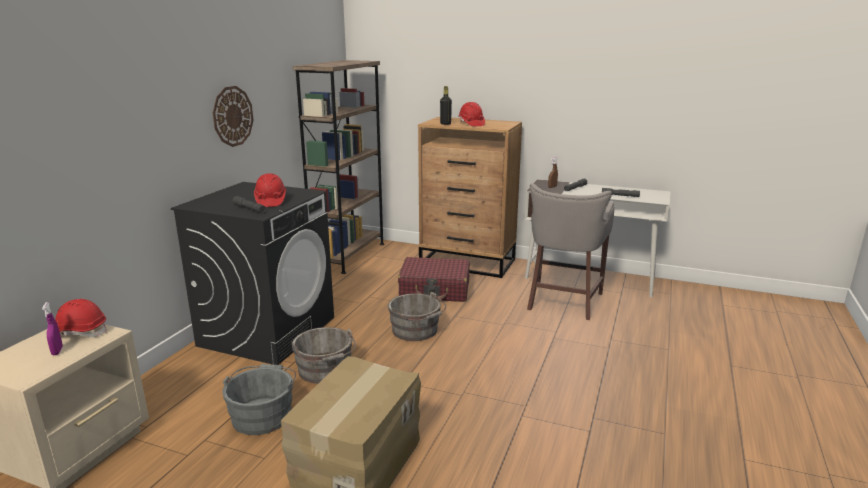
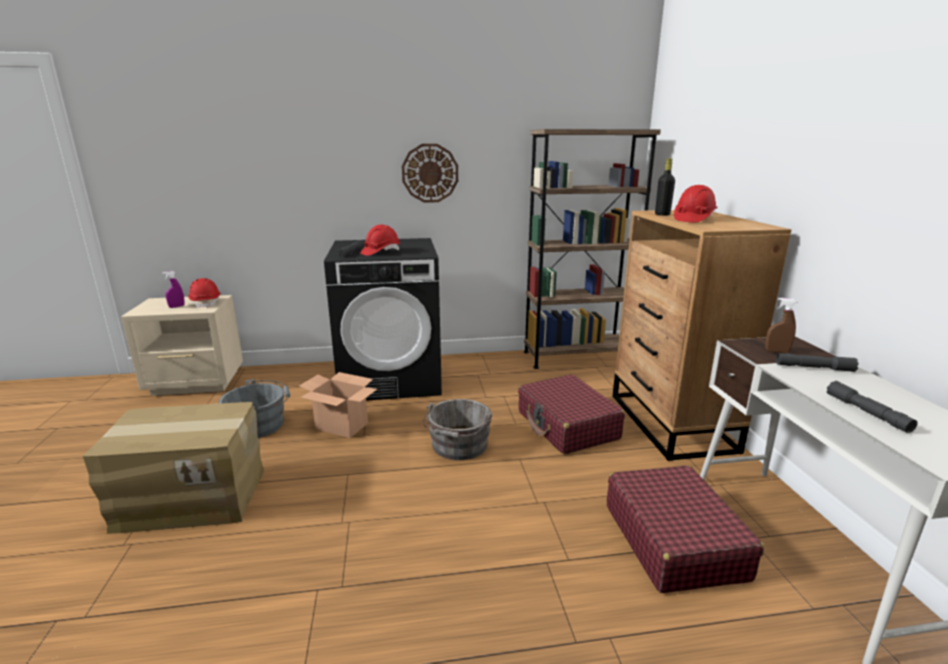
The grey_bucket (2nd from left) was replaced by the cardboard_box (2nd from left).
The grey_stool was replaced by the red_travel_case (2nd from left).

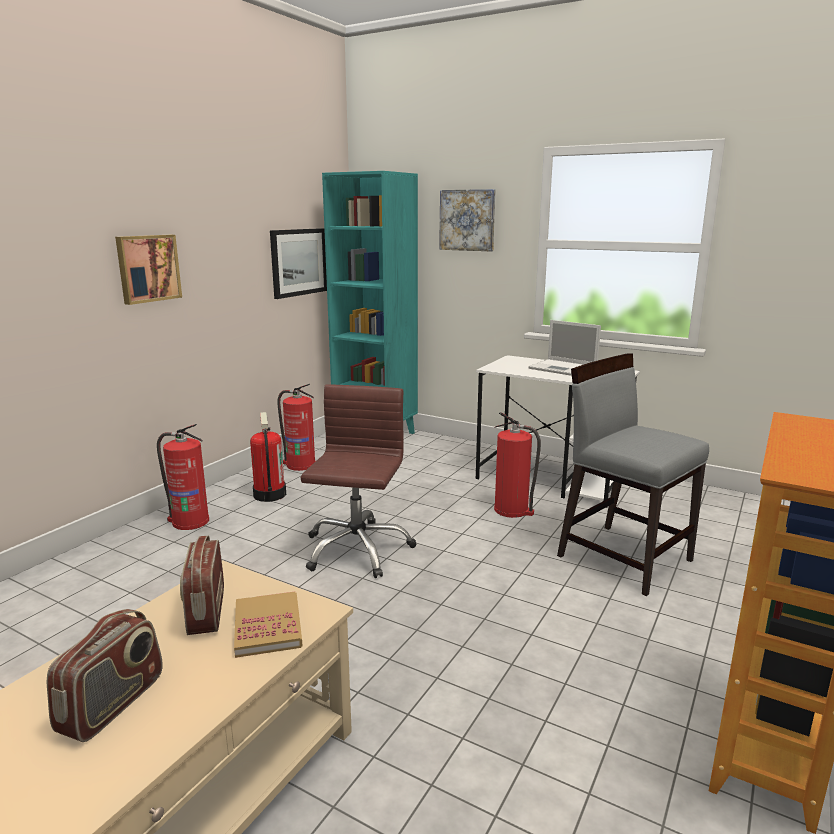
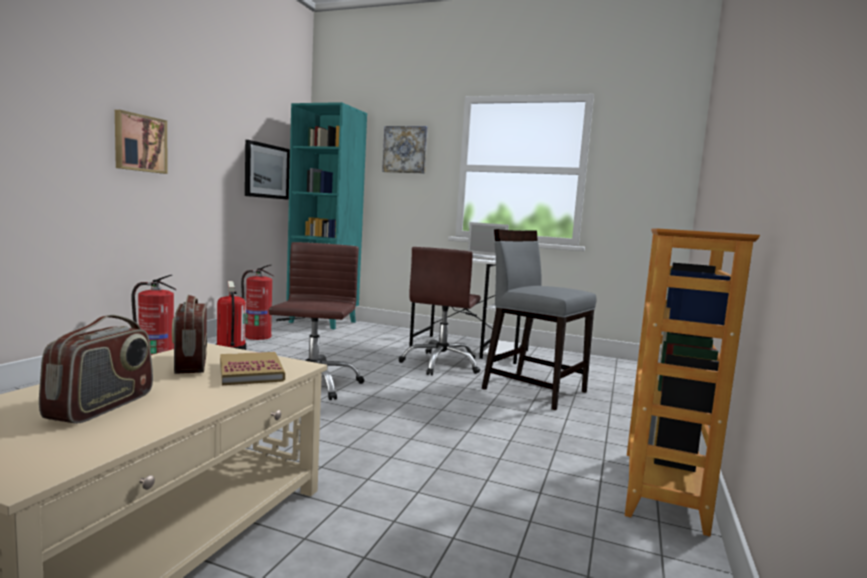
The fire-fighting_cylinder (4th from left) was replaced by the brownish_computer_chair (2nd from left).

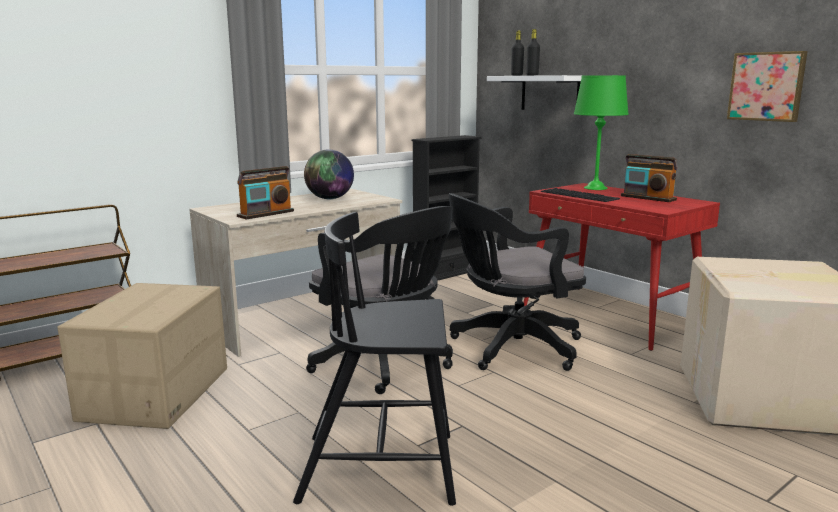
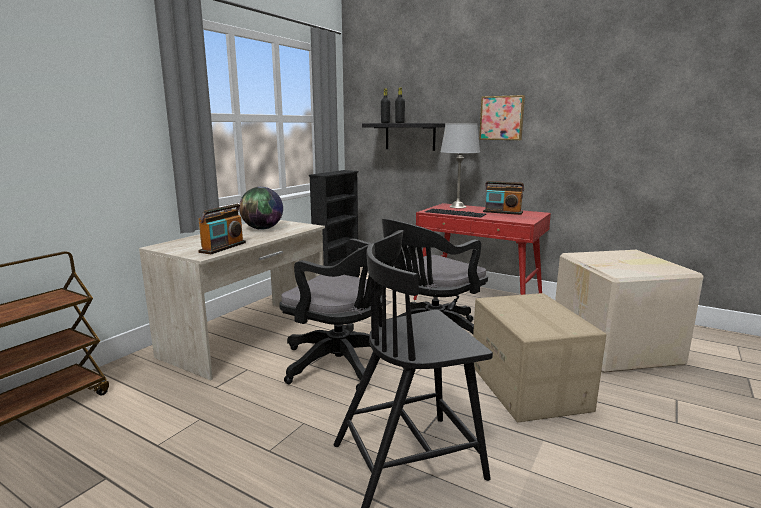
The cardboard_box (1st from left) moved.
The whitish_wall_shelf became the black-coloured_wall_shelf.
The green_tabletop_lamp became the grey_tabletop_lamp.
The wall_art moved.

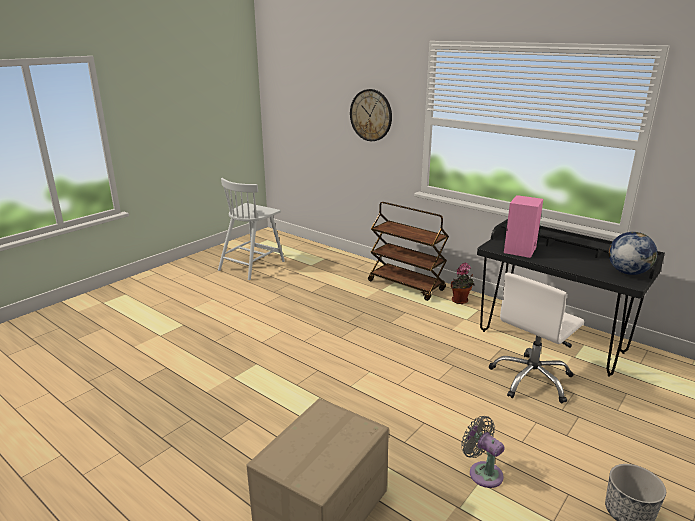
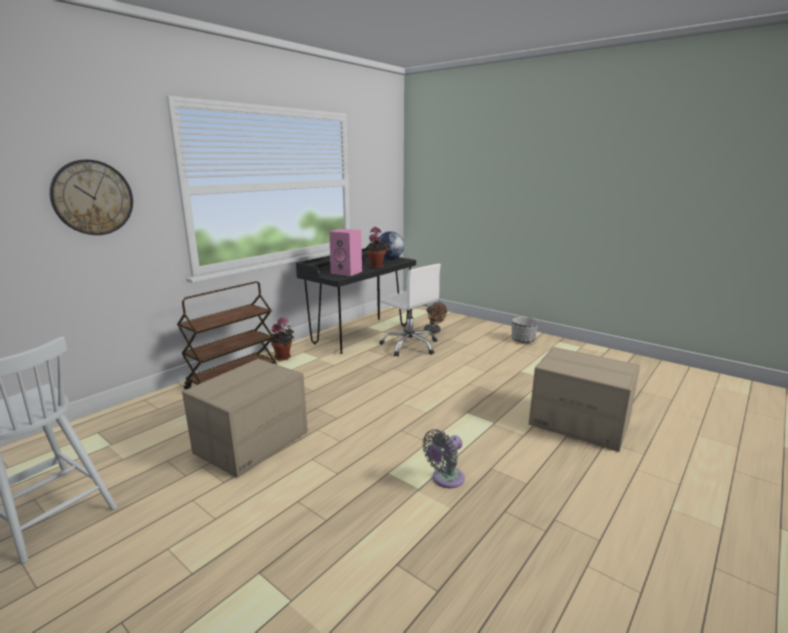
The grey_fan moved.
The cardboard_box (1st from left) appeared.
The houseplant (2nd from left) appeared.
The brownish_fan appeared.

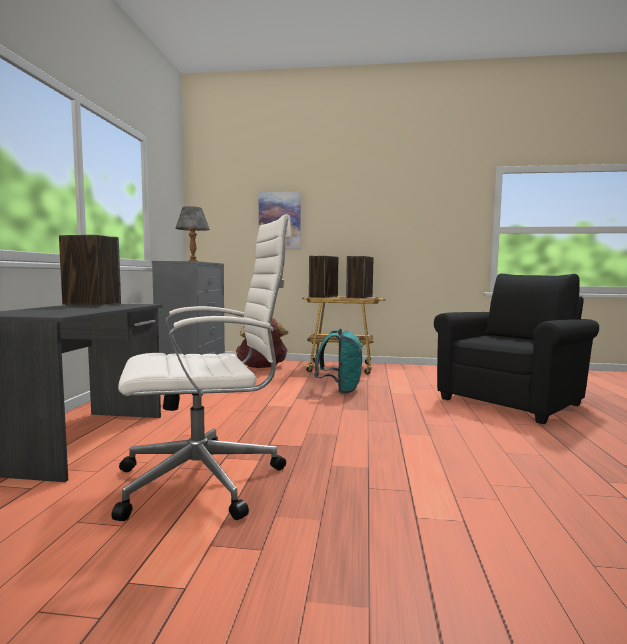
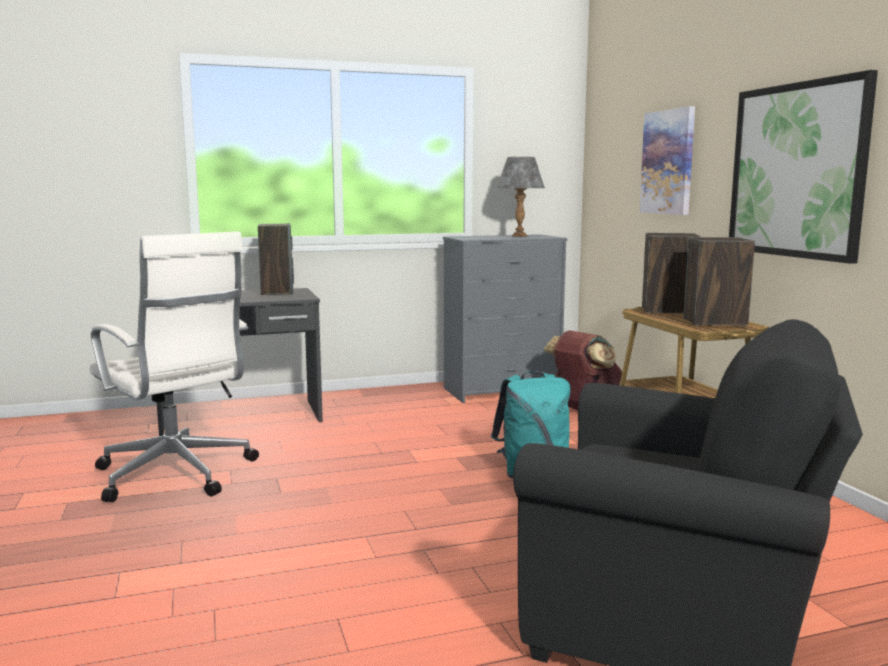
The wall_art (2nd from left) appeared.

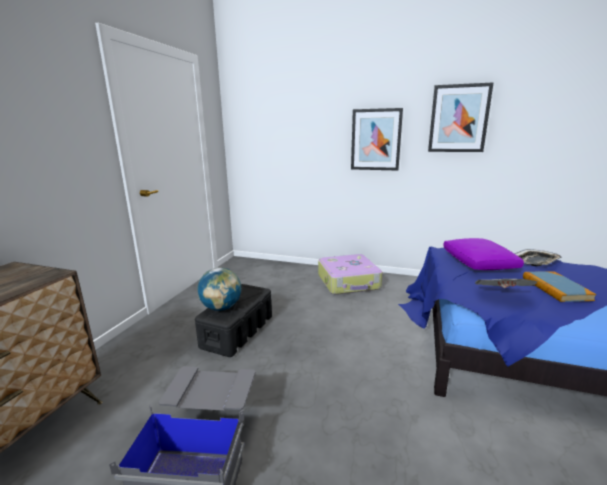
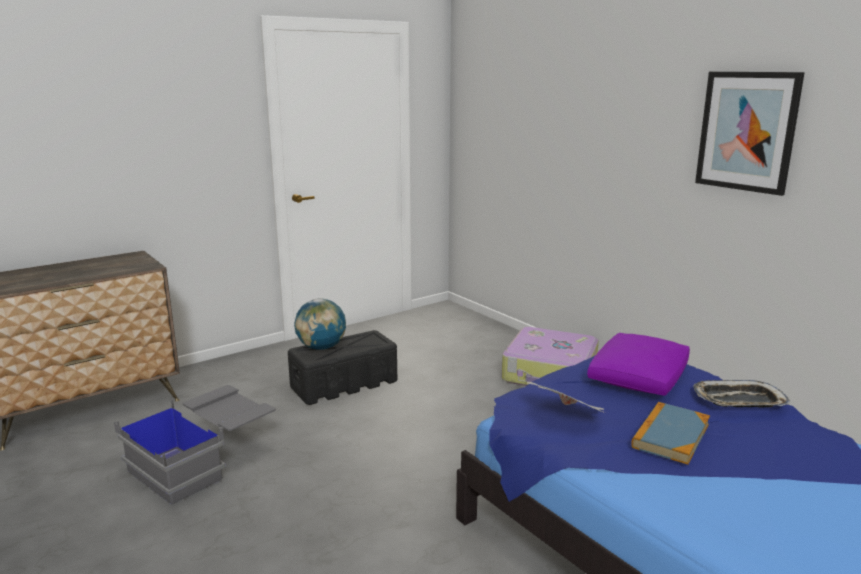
The wall_art (1st from left) disappeared.

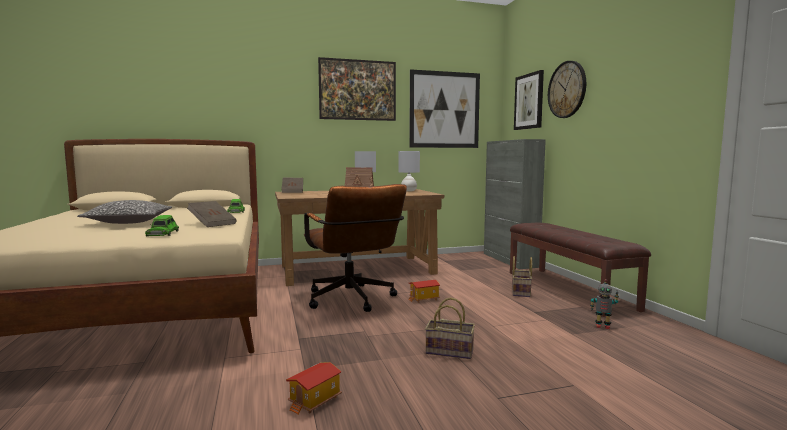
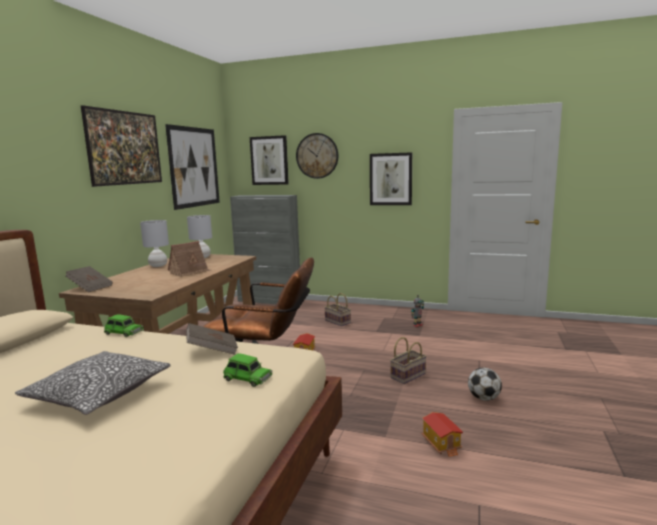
The brownish_indoor_bench disappeared.
The wall_art (4th from left) appeared.
The ball_for_football appeared.

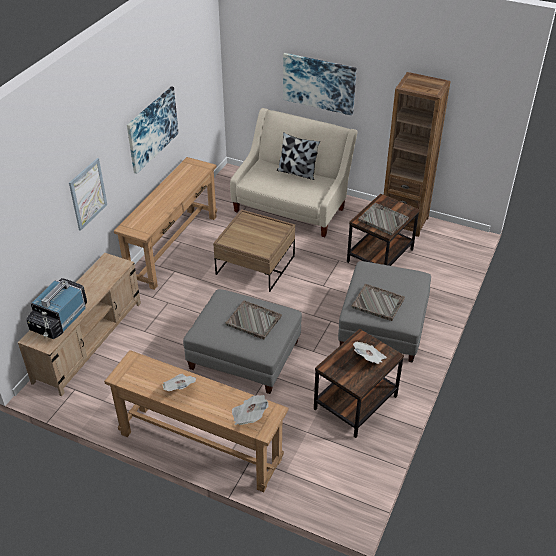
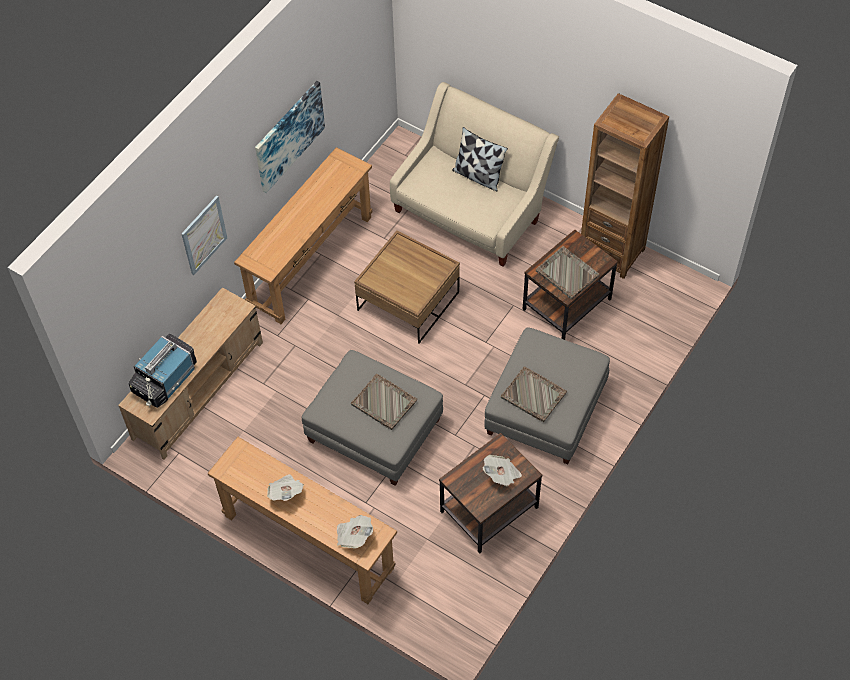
The wall_art (3rd from left) disappeared.

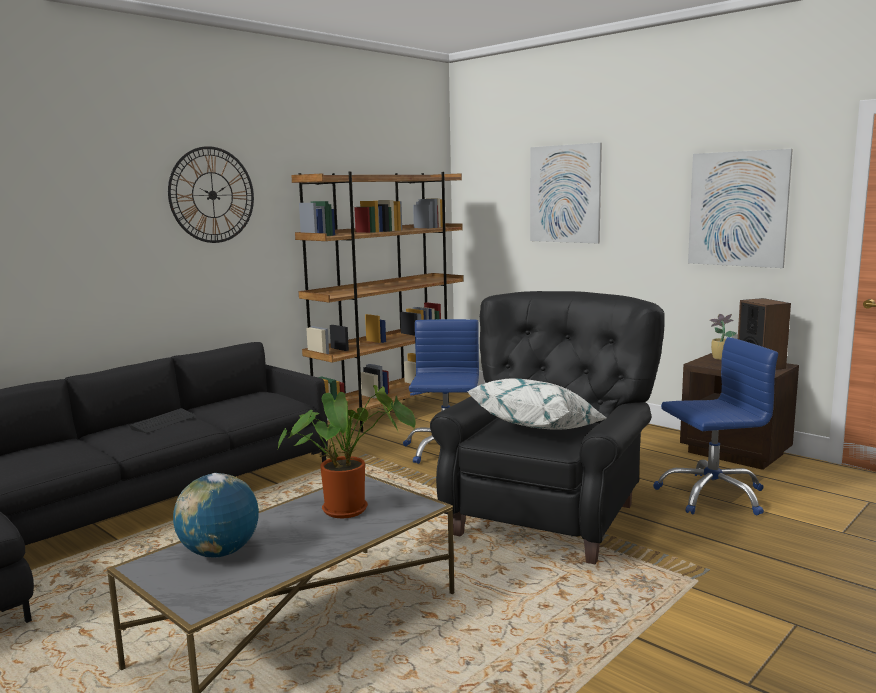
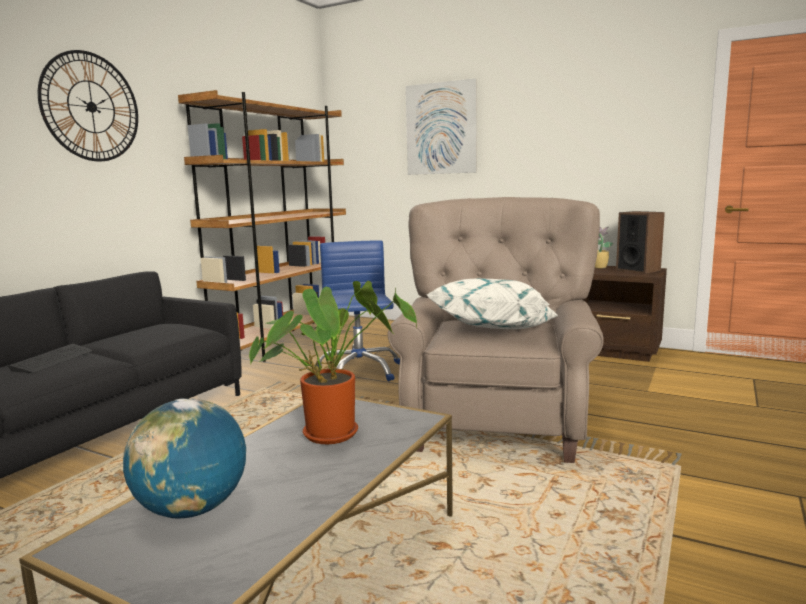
The black-coloured_easy_chair became the beige_easy_chair.
The blue_computer_chair (2nd from left) disappeared.
The wall_art (2nd from left) disappeared.

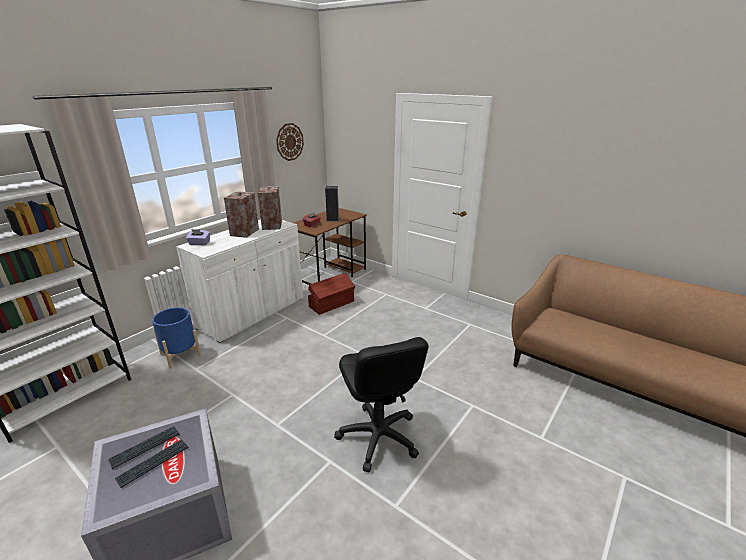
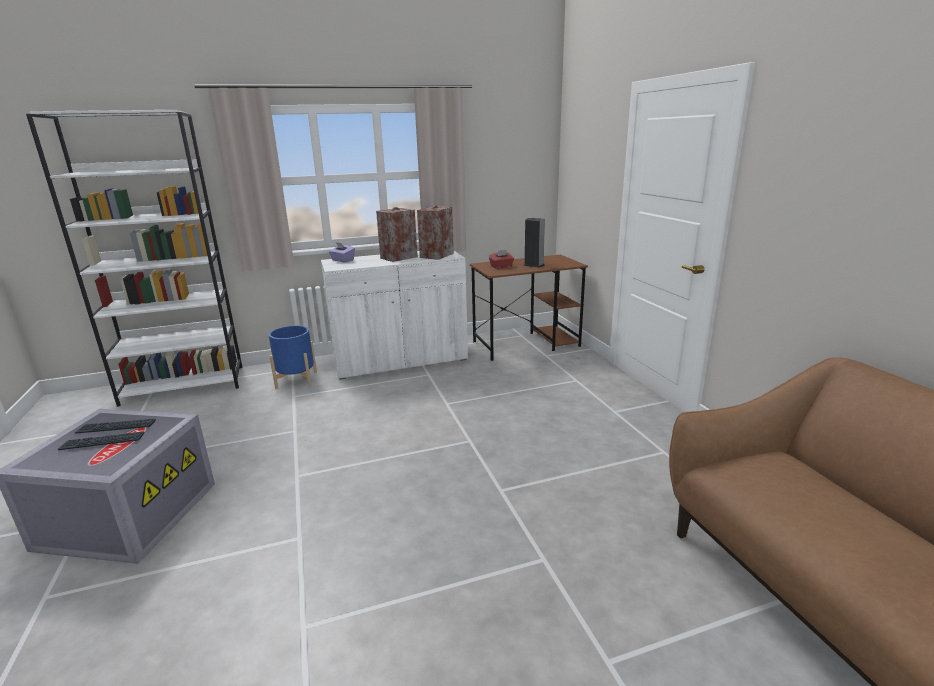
The hanging_clock disappeared.
The brownish_storage_container disappeared.
The black-coloured_computer_chair disappeared.

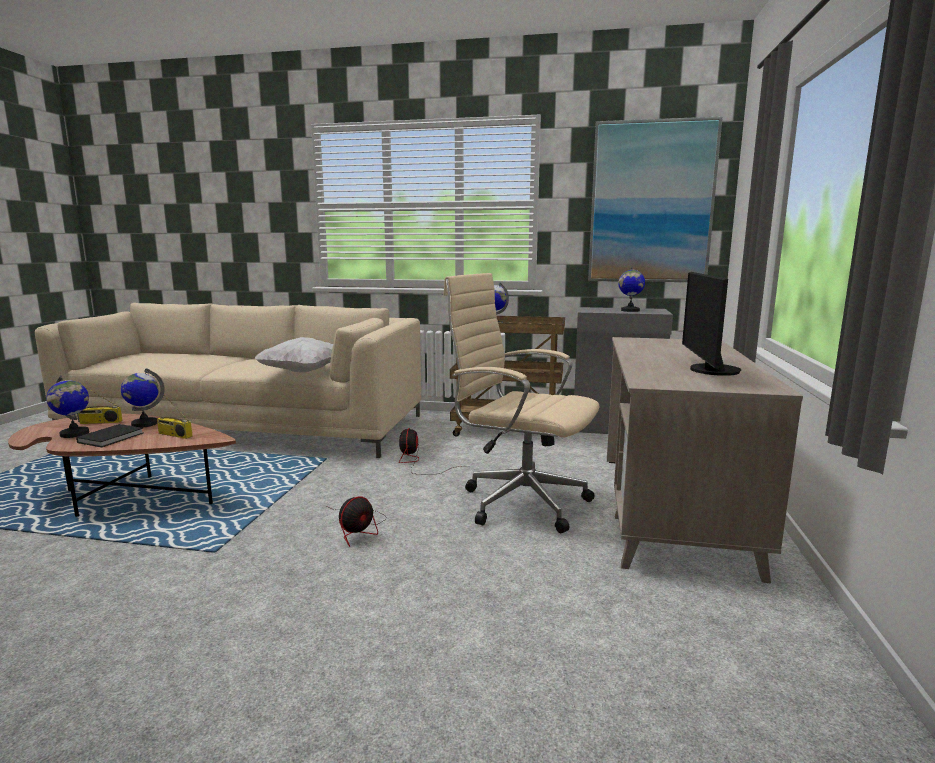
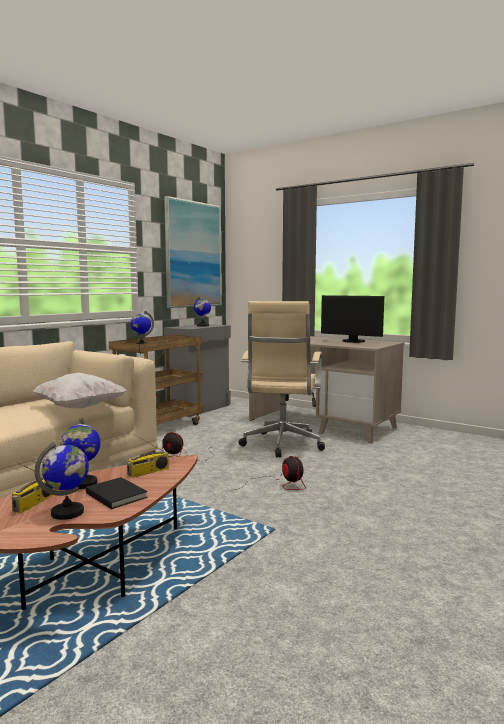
The beige_computer_chair turned 45 degrees counterclockwise.

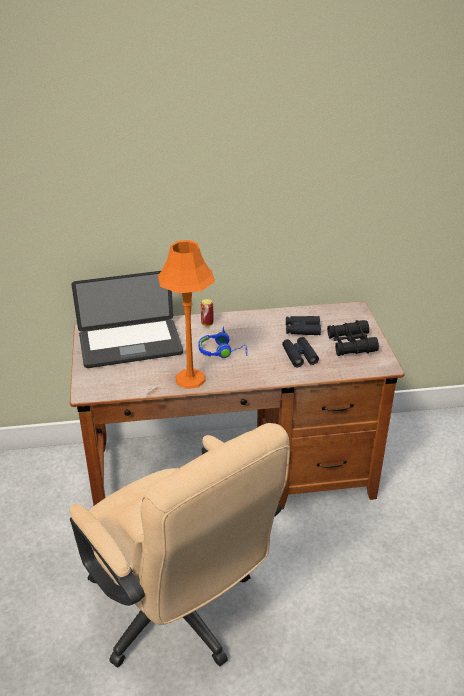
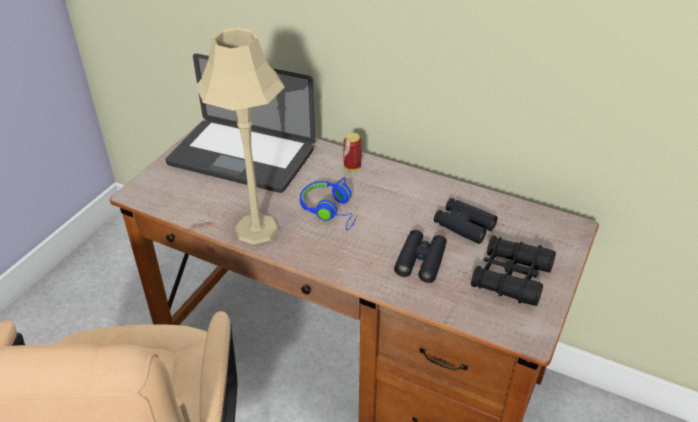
The orange_tabletop_lamp became the beige_tabletop_lamp.

